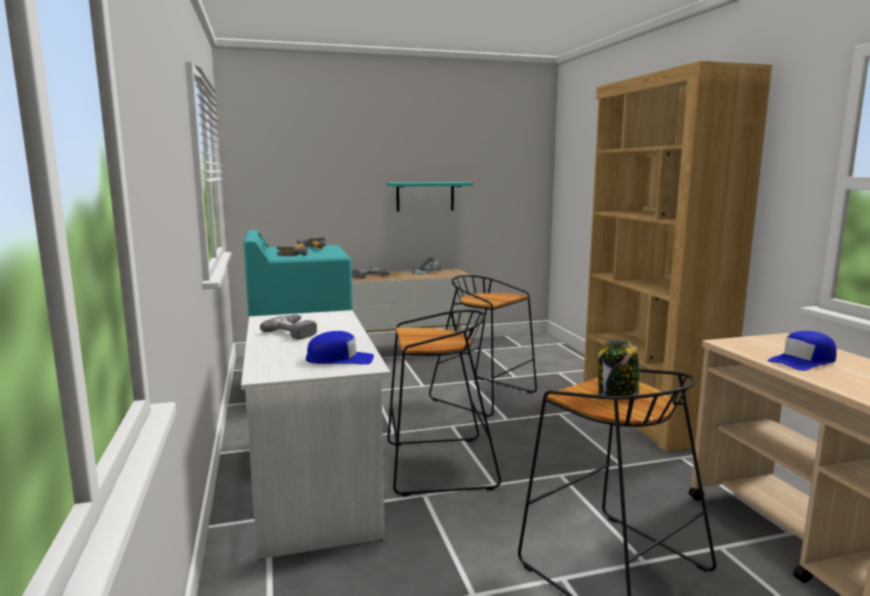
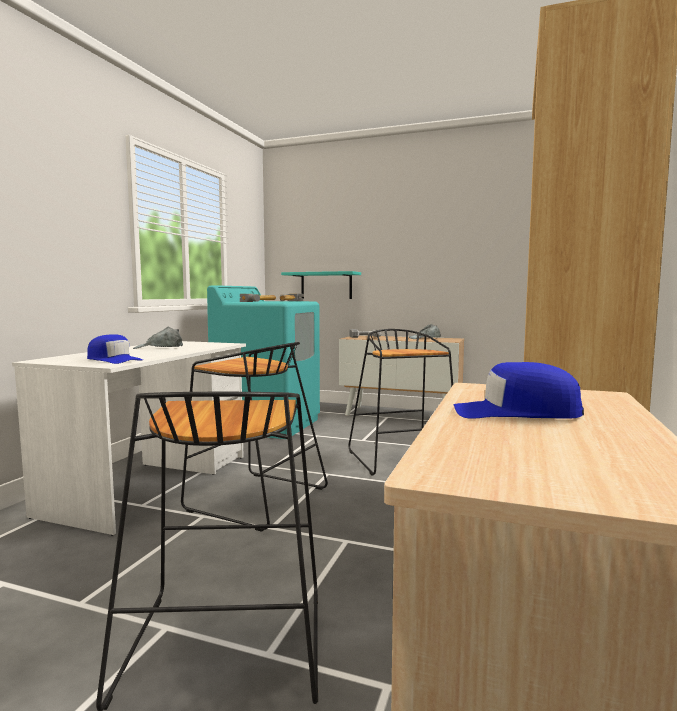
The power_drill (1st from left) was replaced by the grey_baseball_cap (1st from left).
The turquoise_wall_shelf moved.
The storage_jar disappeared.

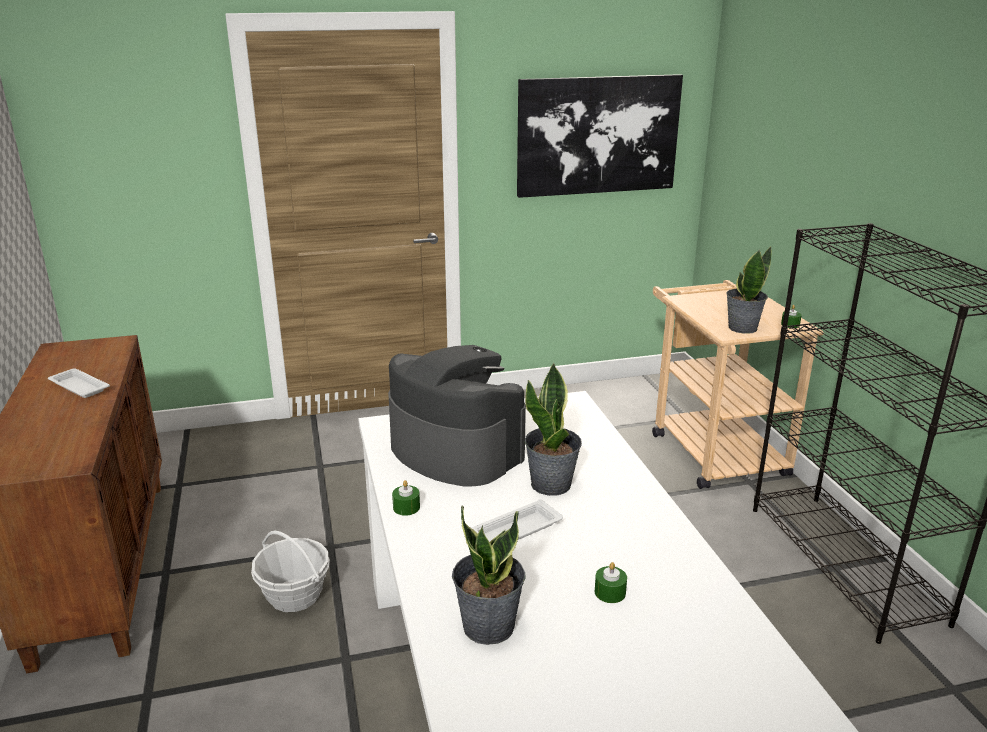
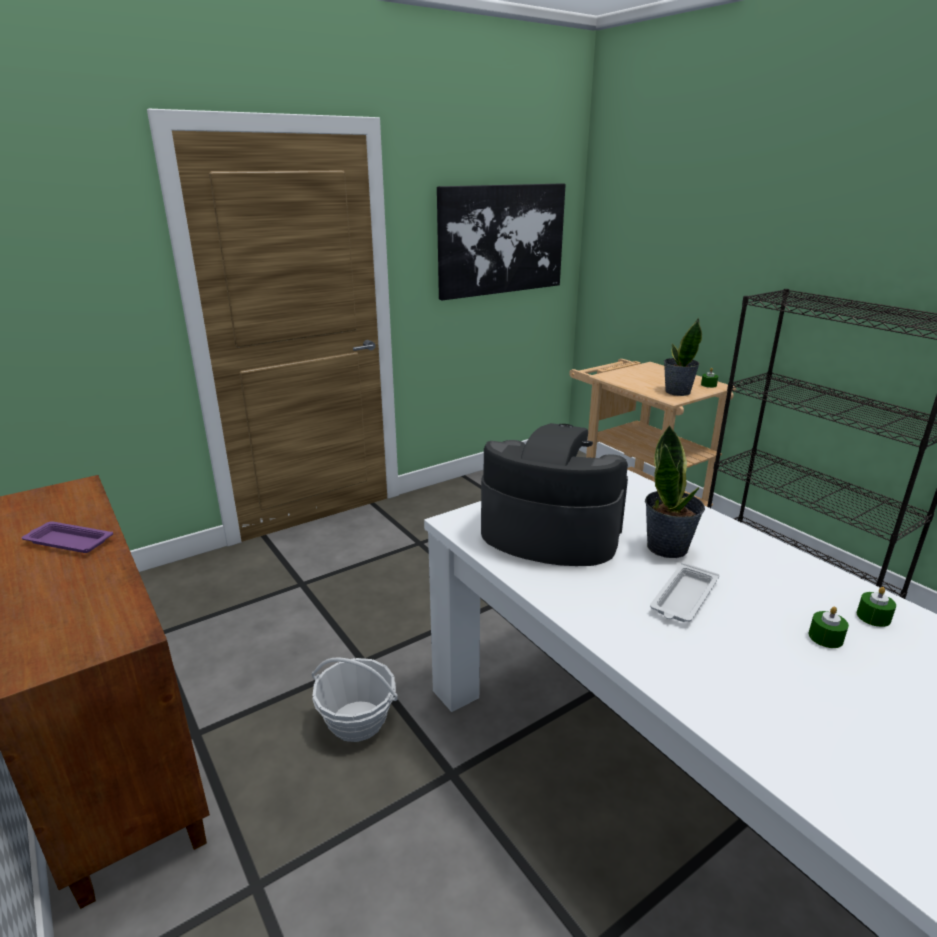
The whitish_tray (1st from left) became the purplish_tray.
The green_candle (1st from left in the first image) moved.
The houseplant (1st from left) disappeared.

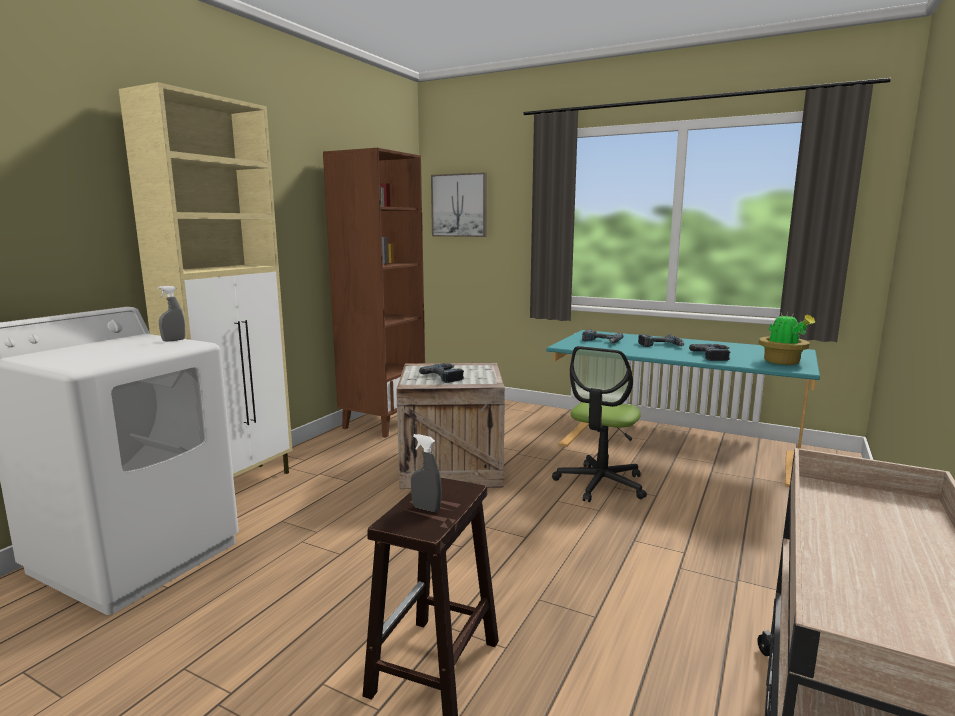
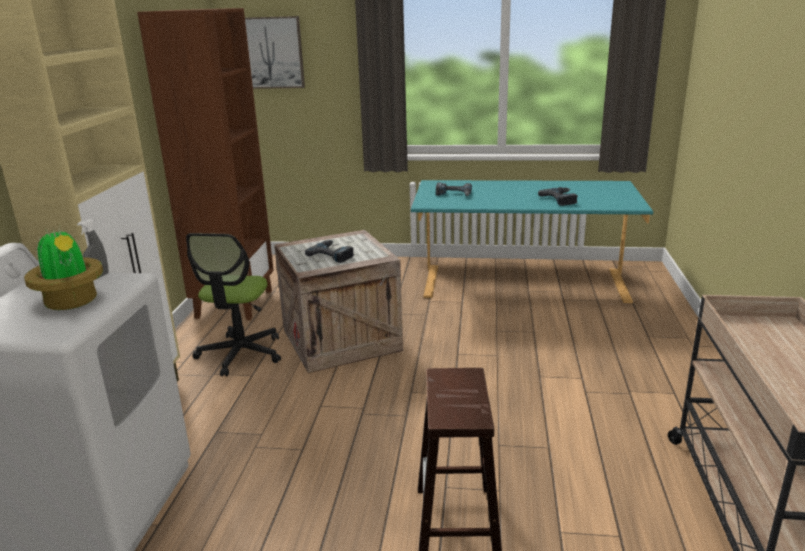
The grey_sprayer (2nd from left) disappeared.
The computer_chair moved.
The power_drill (3rd from left) disappeared.
The houseplant moved.

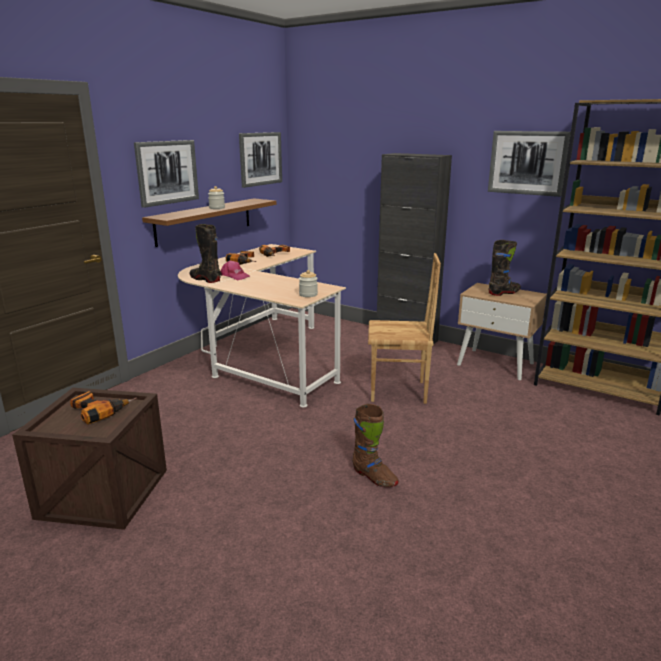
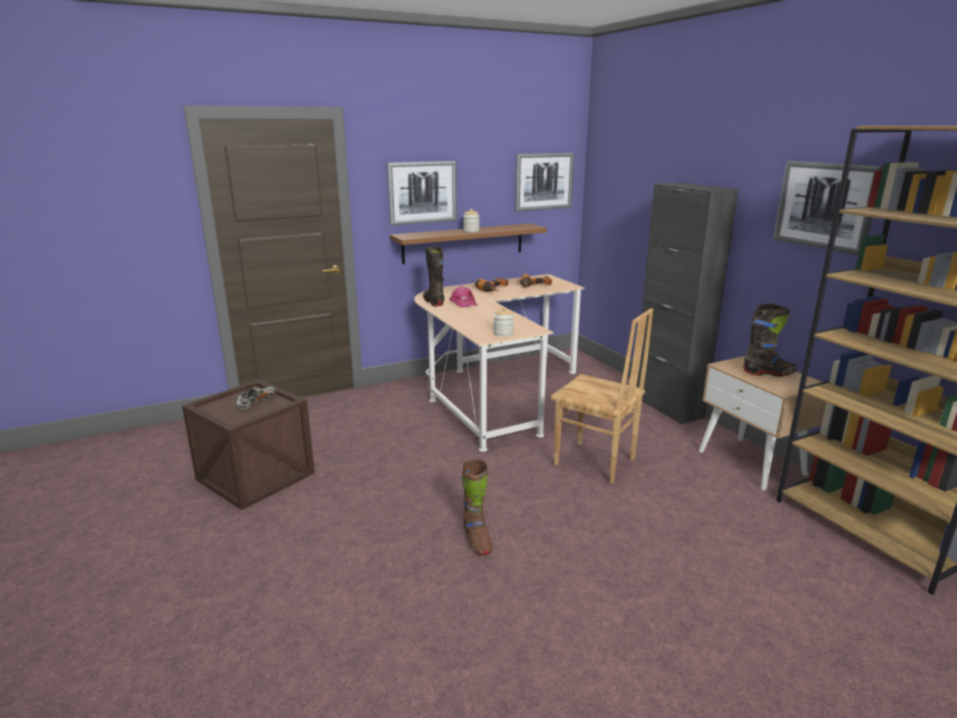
The power_drill (1st from left) was replaced by the low_shoe.

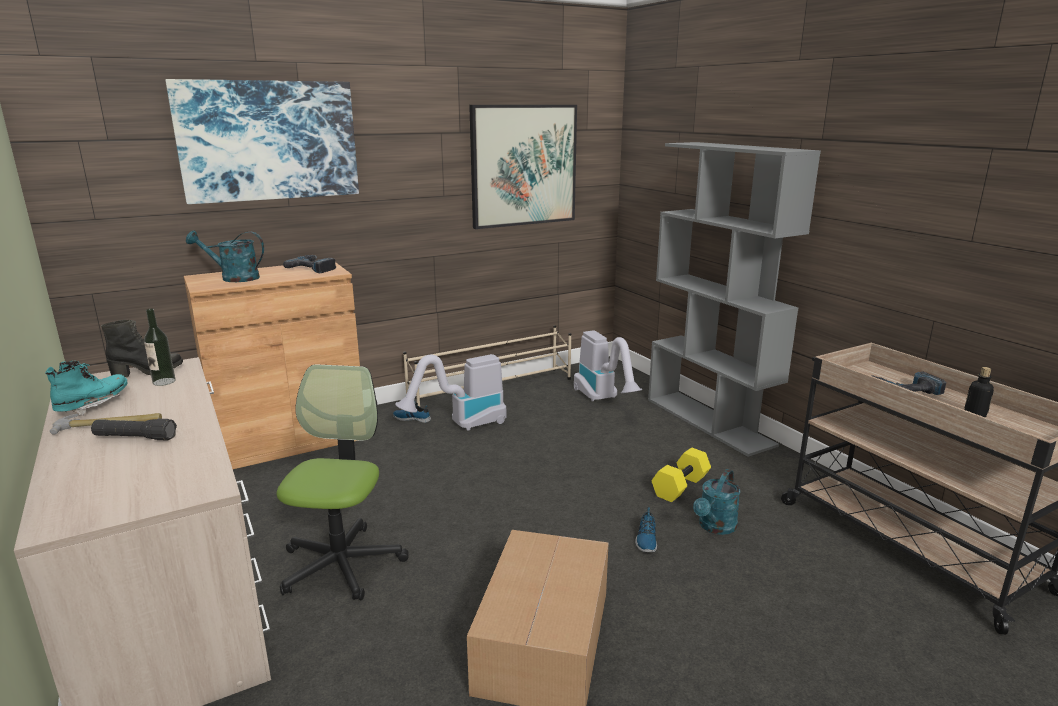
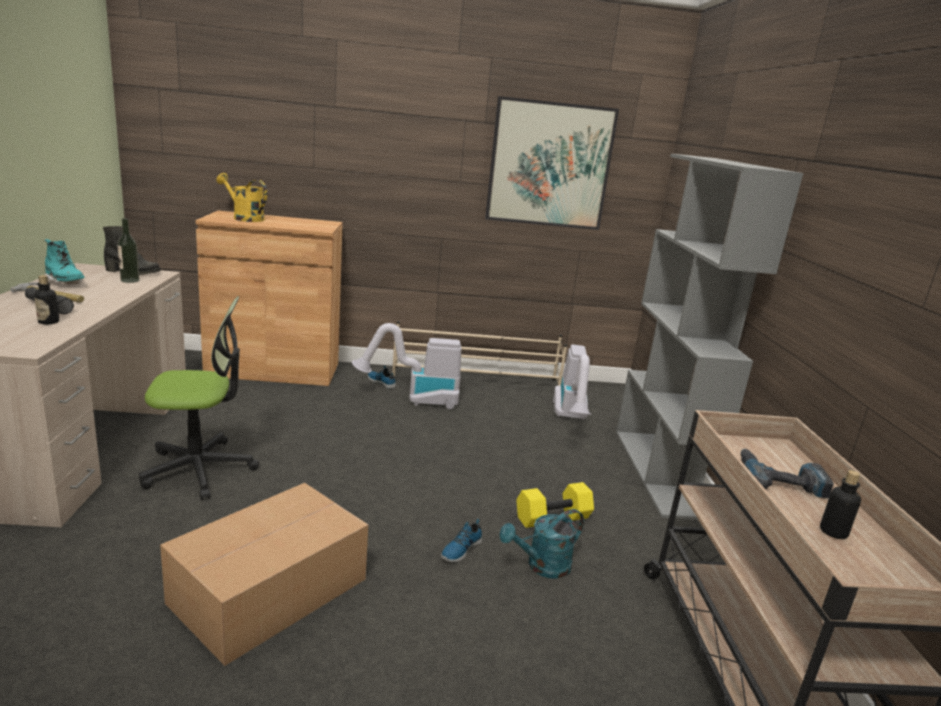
The turquoise_boot turned 75 degrees clockwise.
The wall_art (1st from left) disappeared.
The turquoise_watering_can (1st from left) became the yellow_watering_can.
The computer_chair turned 45 degrees clockwise.
The power_drill (1st from left) disappeared.
The beverage_bottle (1st from left) appeared.

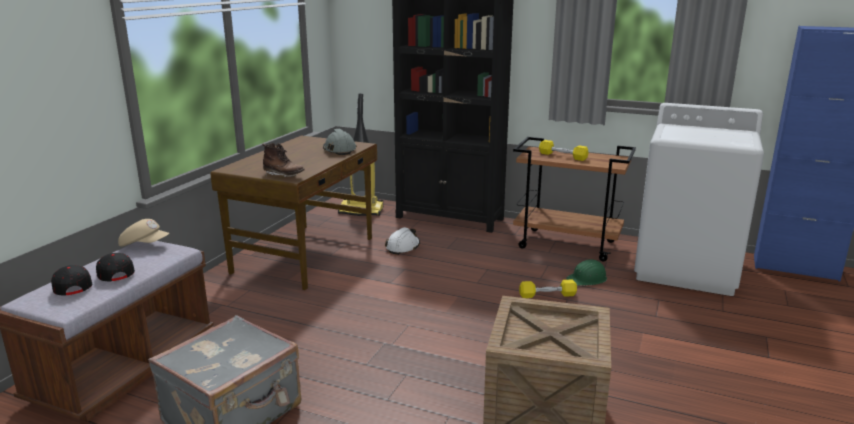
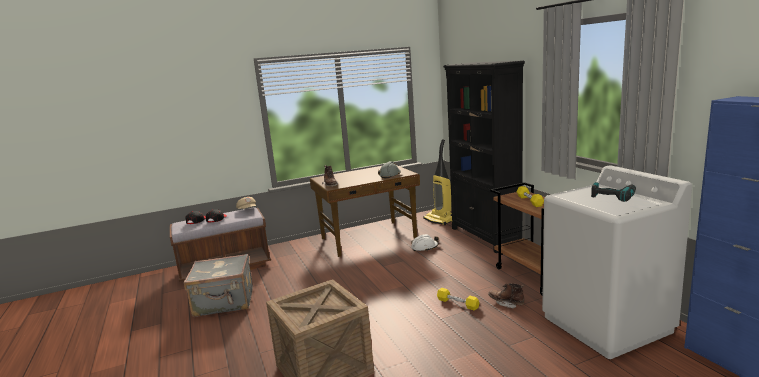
The green_safety_helmet was replaced by the brownish_boot (2nd from left).
The power_drill appeared.

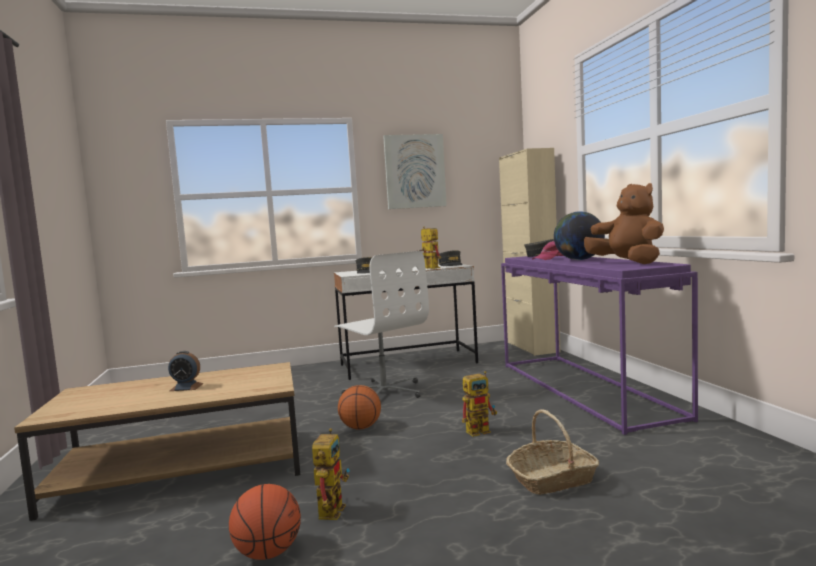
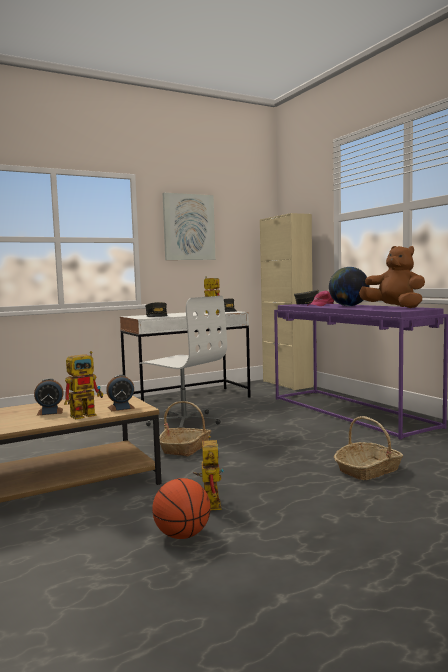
The basketball_ball (2nd from left) was replaced by the basket (1st from left).
The model_robot (3rd from left in the first image) moved.
The alarm_clock (2nd from left) appeared.

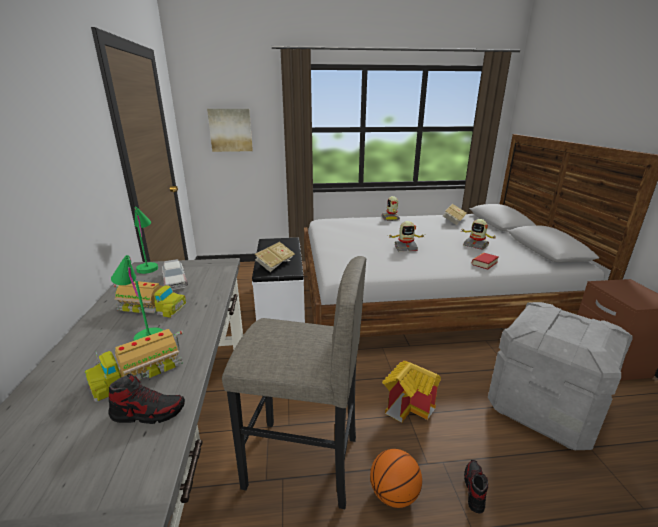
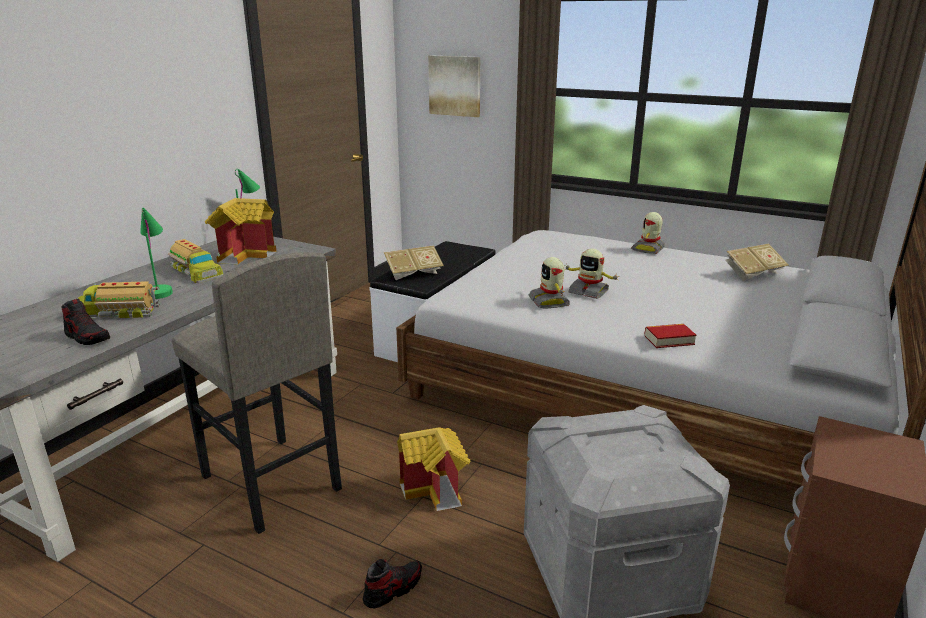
The model_car was replaced by the model_house (1st from left).
The basketball_ball disappeared.
The model_robot (3rd from left in the first image) moved.

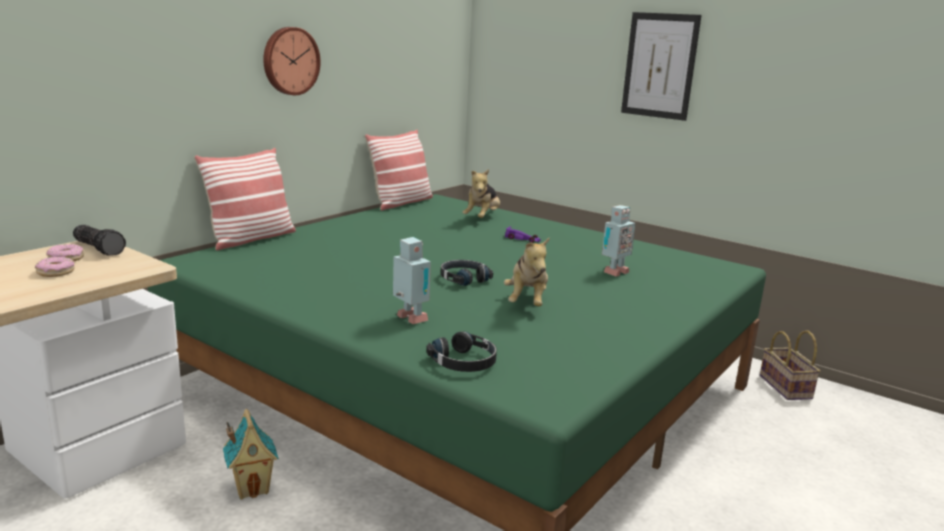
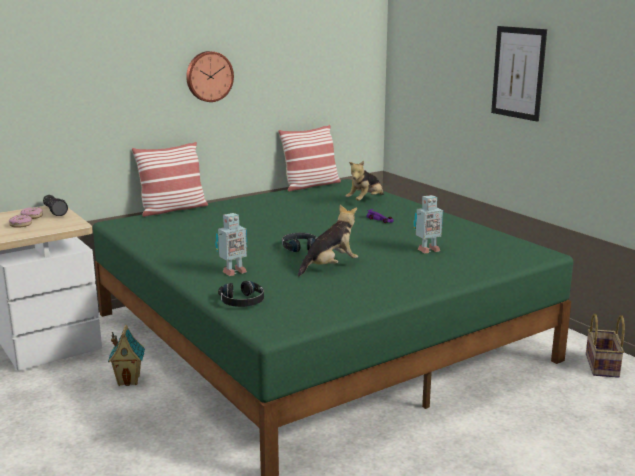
The model_robot (1st from left) turned 75 degrees clockwise.
The cuddly_toy (2nd from left in the first image) turned 150 degrees counterclockwise.

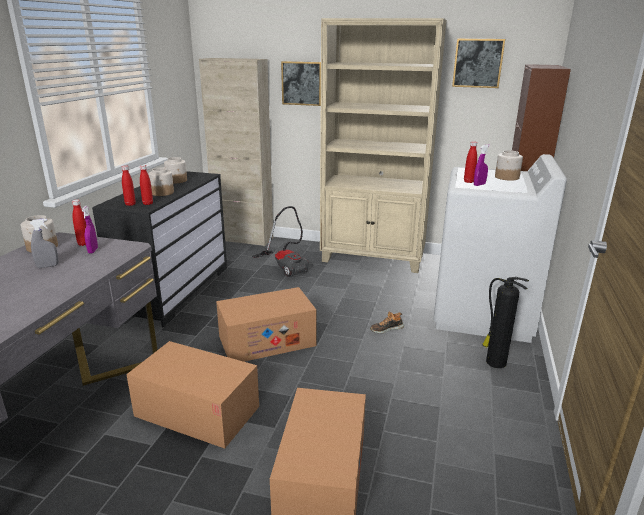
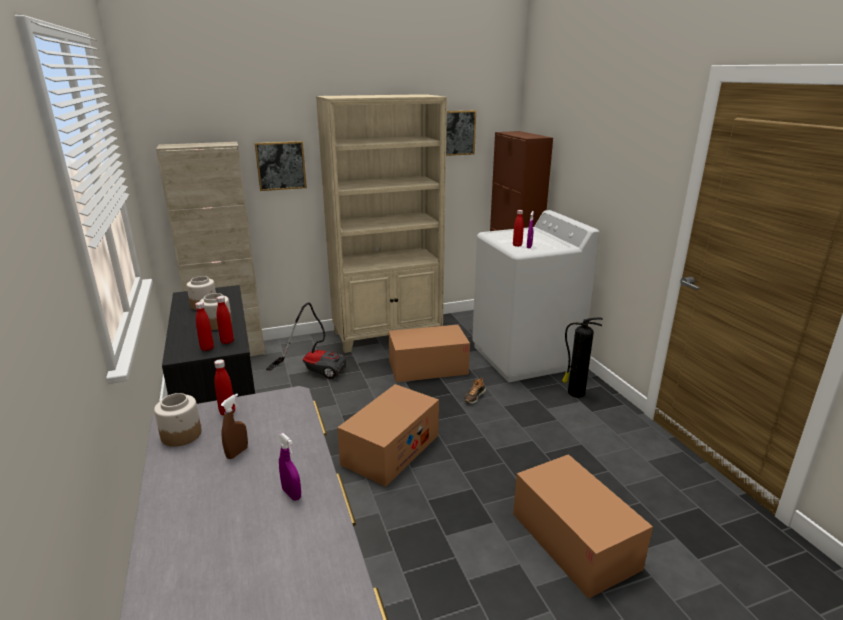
The grey_sprayer became the brownish_sprayer.
The purplish_sprayer (1st from left) moved.
The cardboard_box (1st from left in the first image) moved.
The storage_jar (4th from left) disappeared.

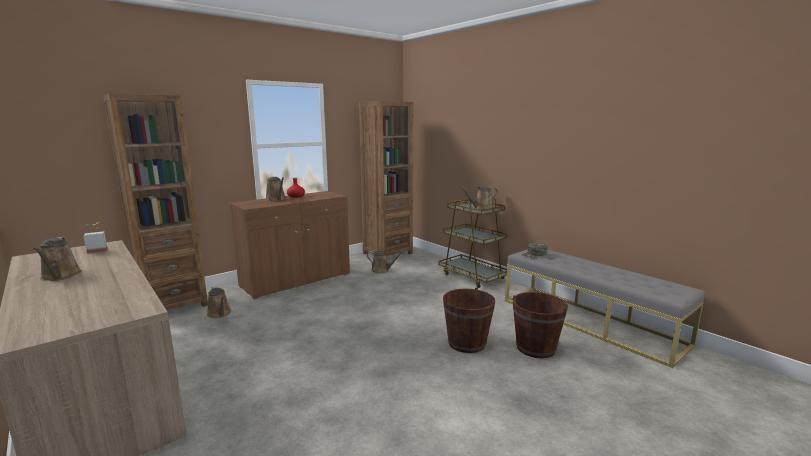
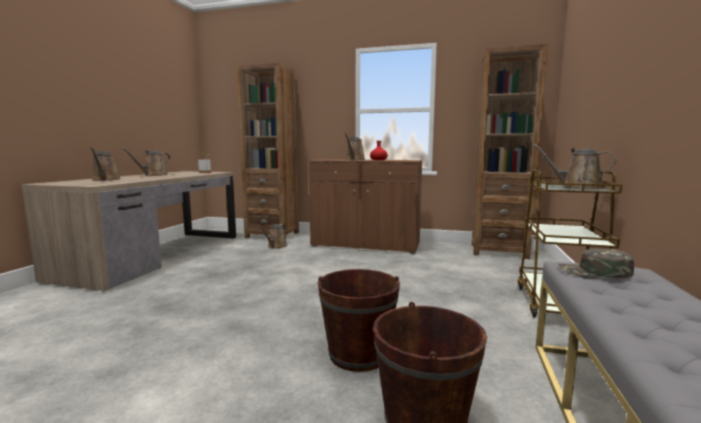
The brownish_watering_can (4th from left in the first image) moved.

